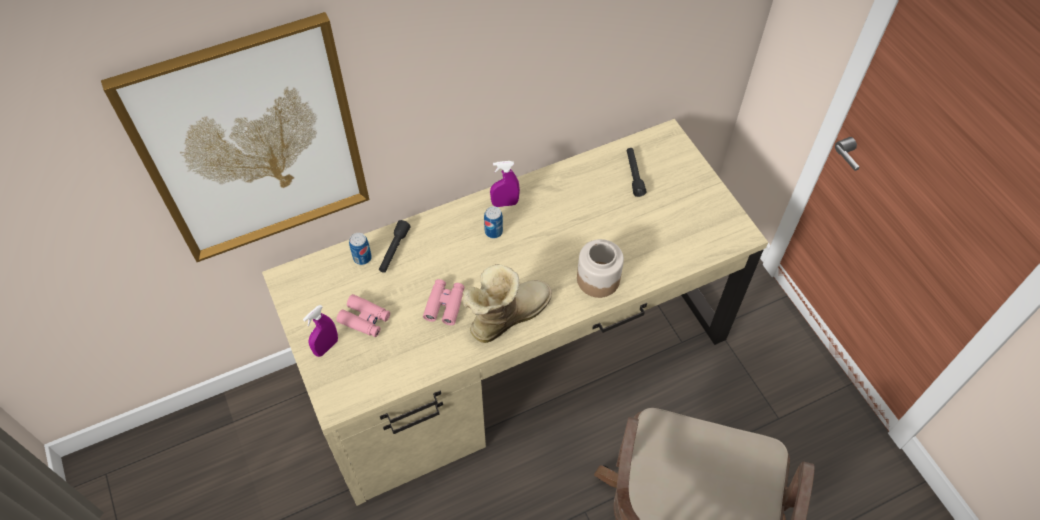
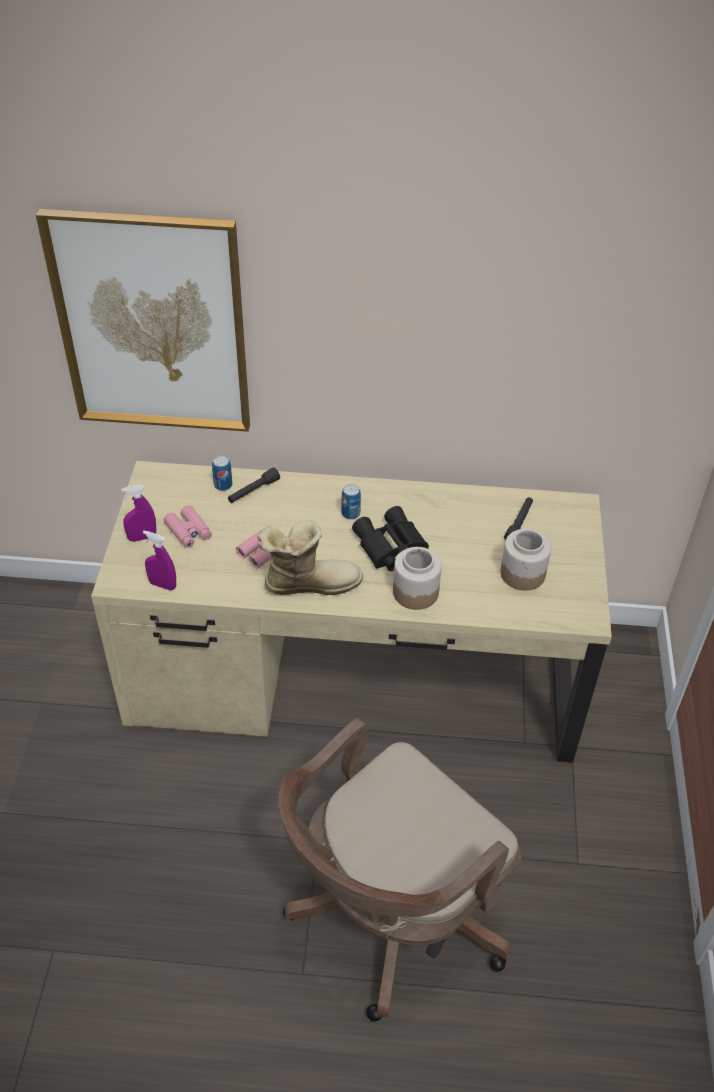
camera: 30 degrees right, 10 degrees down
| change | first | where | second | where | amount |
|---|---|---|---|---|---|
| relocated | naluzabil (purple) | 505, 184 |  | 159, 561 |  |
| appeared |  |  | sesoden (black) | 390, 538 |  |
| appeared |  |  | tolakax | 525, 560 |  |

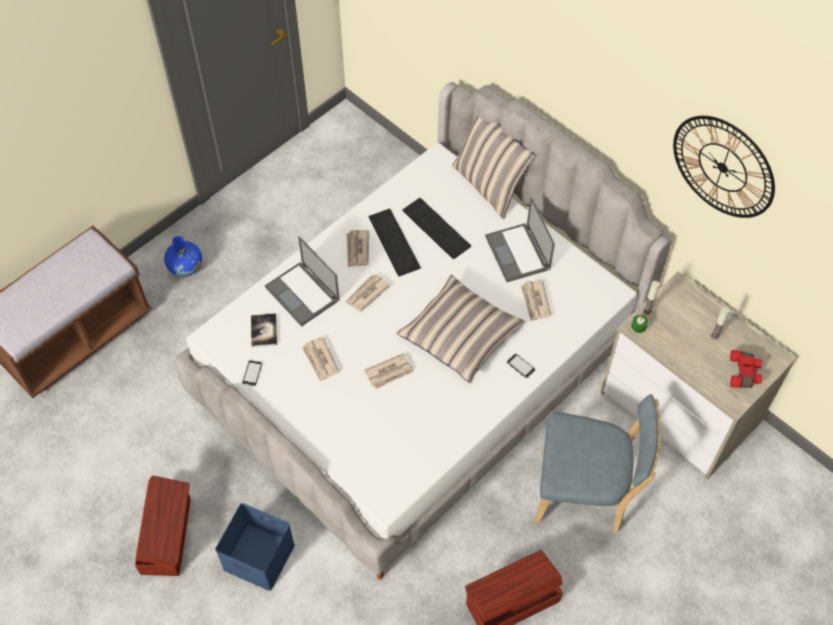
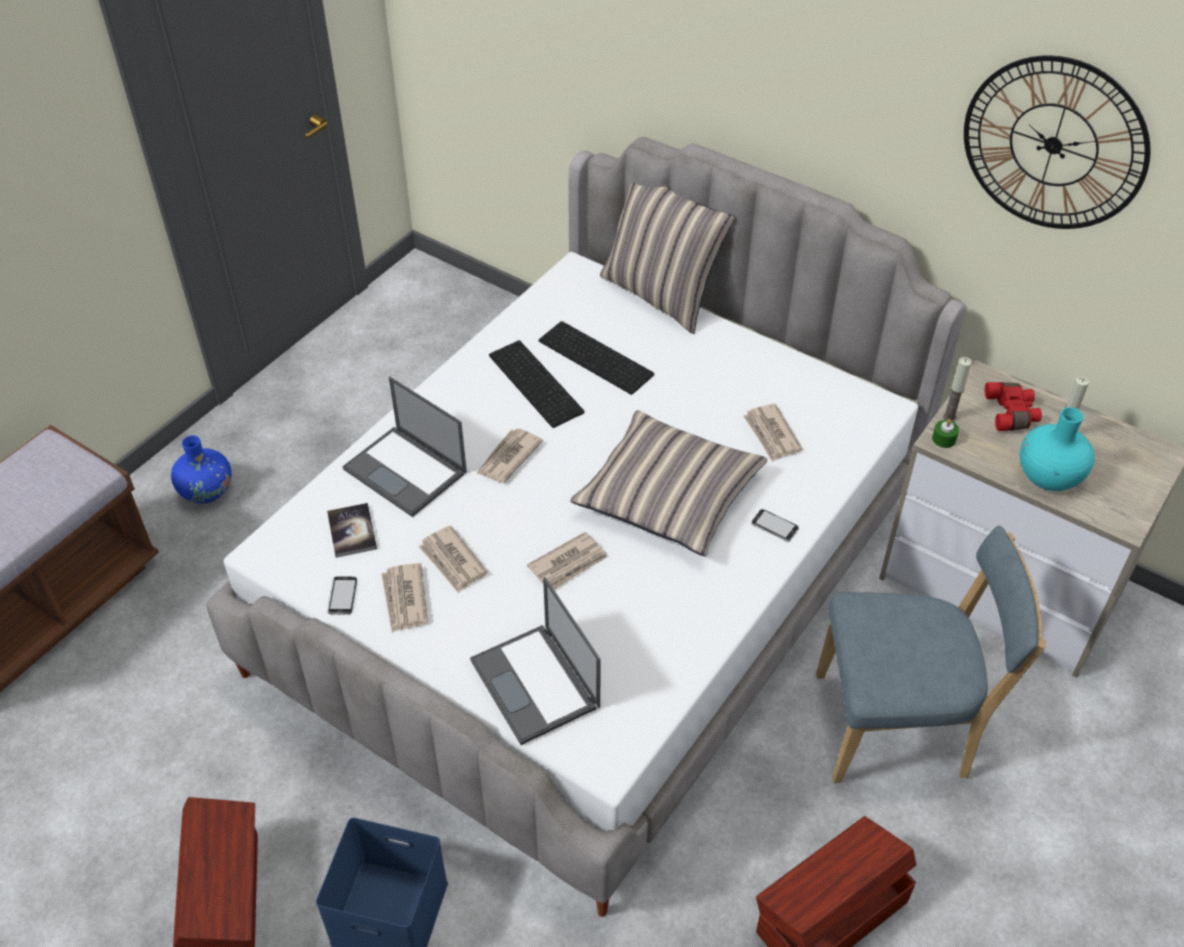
camera: 10 degrees left, 10 degrees down
| change | first | where | second | where | amount |
|---|---|---|---|---|---|
| relocated | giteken | 520, 240 |  | 535, 661 |  |
| relocated | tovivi | 358, 248 |  | 404, 598 |  |
| relocated | sesoden (red) | 746, 369 |  | 1013, 406 |  |
| appeared |  |  | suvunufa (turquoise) | 1057, 449 |  |

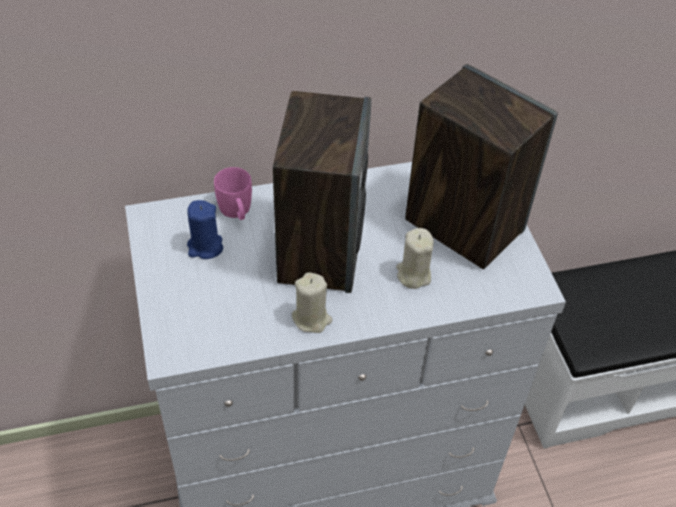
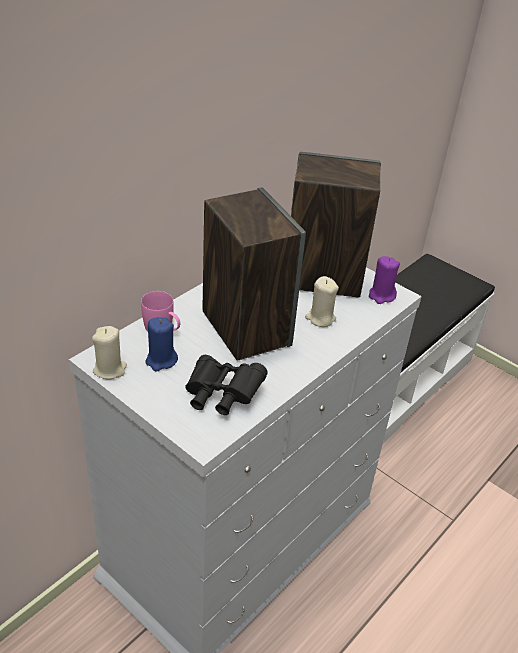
camera: 35 degrees left, 10 degrees down
| change | first | where | second | where | amount |
|---|---|---|---|---|---|
| relocated | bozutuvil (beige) | 312, 302 |  | 109, 352 |  |
| appeared |  |  | bozutuvil (purple) | 384, 280 |  |
| appeared |  |  | sesoden (black) | 226, 385 |  |

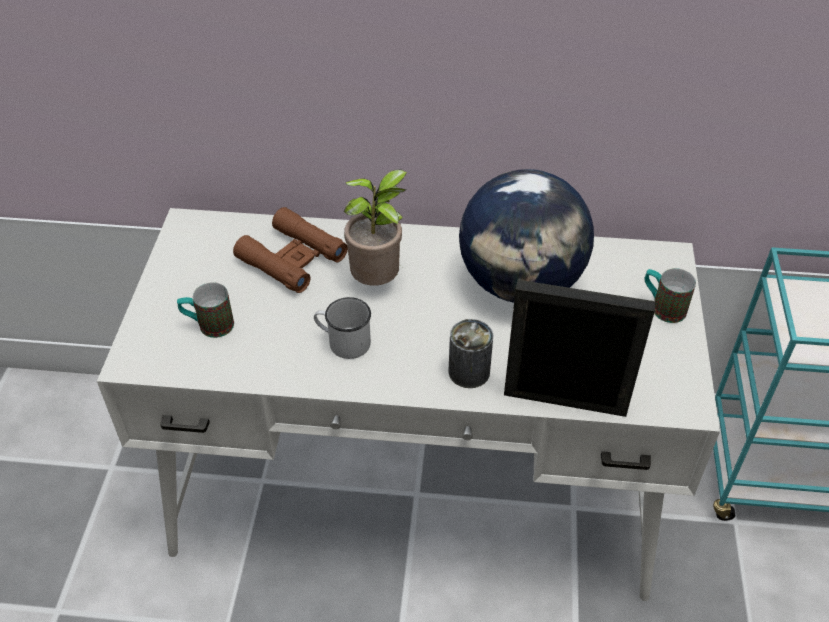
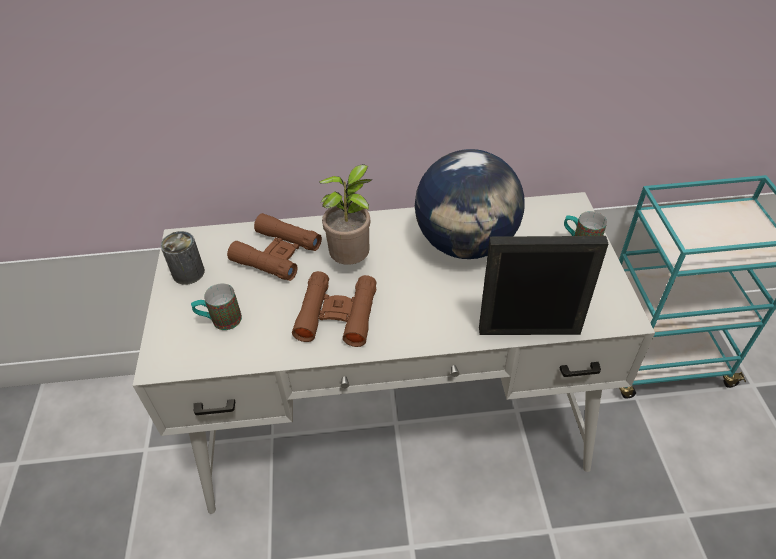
camera: 10 degrees left, 0 degrees up
| change | first | where | second | where | amount |
|---|---|---|---|---|---|
| exchanged | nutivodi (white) | 342, 328 | sesoden (brown) | 334, 309 |  |
| relocated | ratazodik | 470, 353 |  | 183, 258 |  |

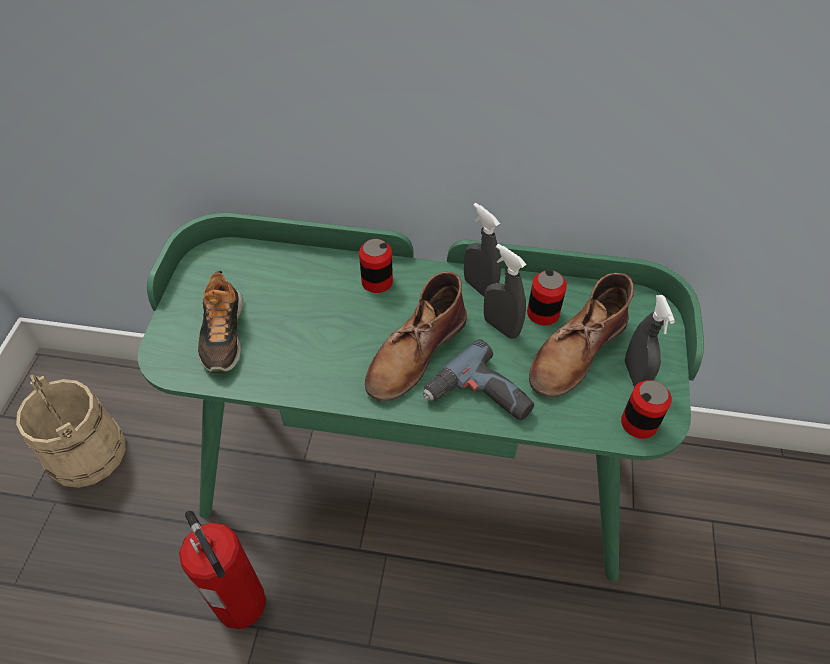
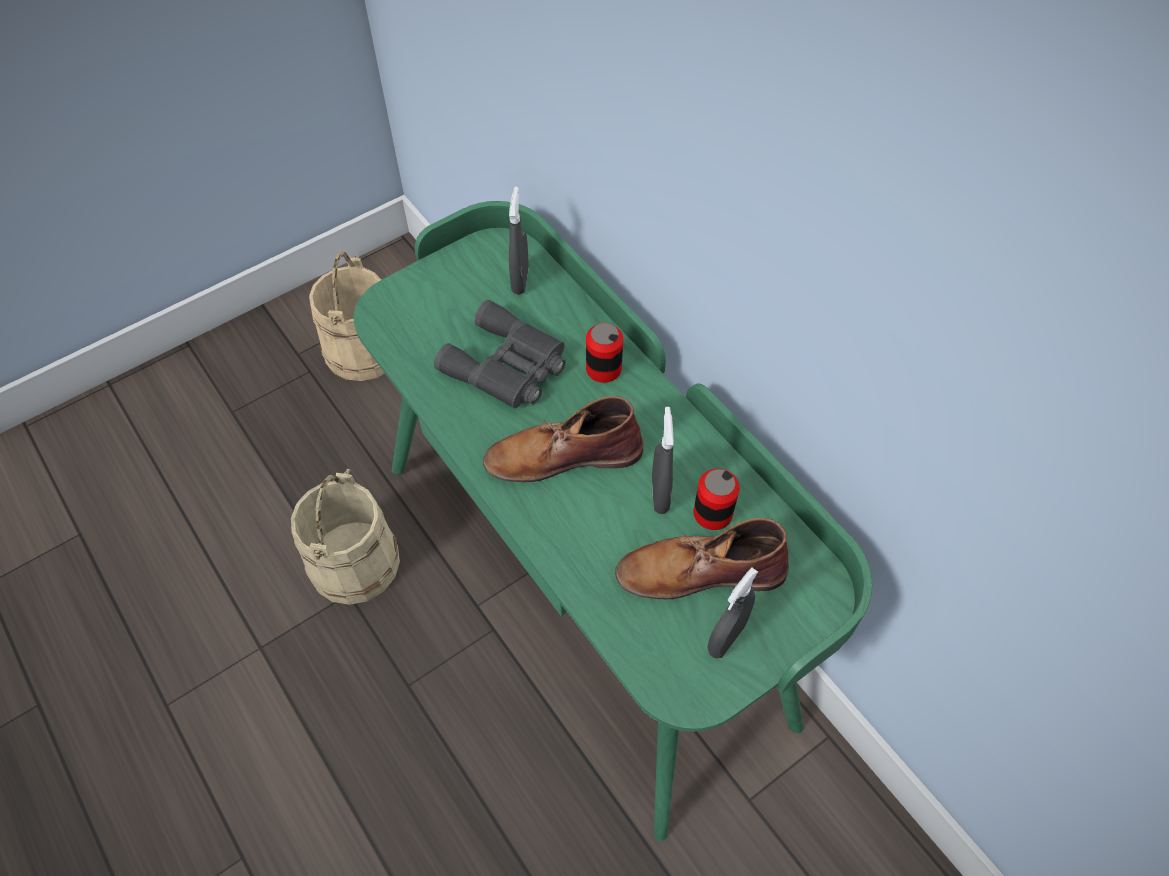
camera: 45 degrees right, 5 degrees up
| change | first | where | second | where | amount |
|---|---|---|---|---|---|
| relocated | naluzabil (grey) | 482, 250 |  | 519, 240 |  |
| missing | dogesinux | 220, 322 |  |  |  |
| missing | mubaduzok | 478, 379 |  |  |  |
| missing | ratazodik | 646, 409 |  |  |  |
| exchanged | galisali | 222, 569 | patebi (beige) | 345, 537 |  |
| appeared |  |  | sesoden (grey) | 500, 354 |  |

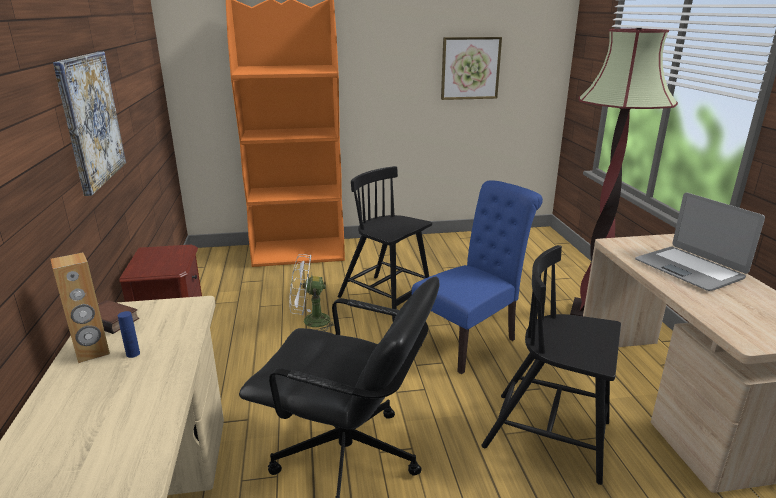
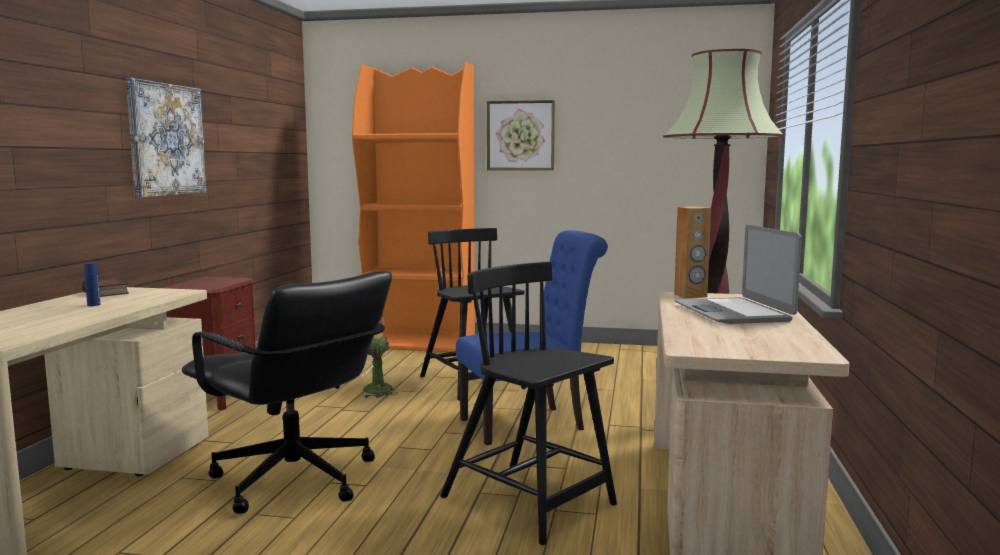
camera: 20 degrees right, 15 degrees down
| change | first | where | second | where | amount |
|---|---|---|---|---|---|
| relocated | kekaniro | 471, 68 |  | 521, 135 |  |
| relocated | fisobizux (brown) | 80, 307 |  | 692, 252 |  |

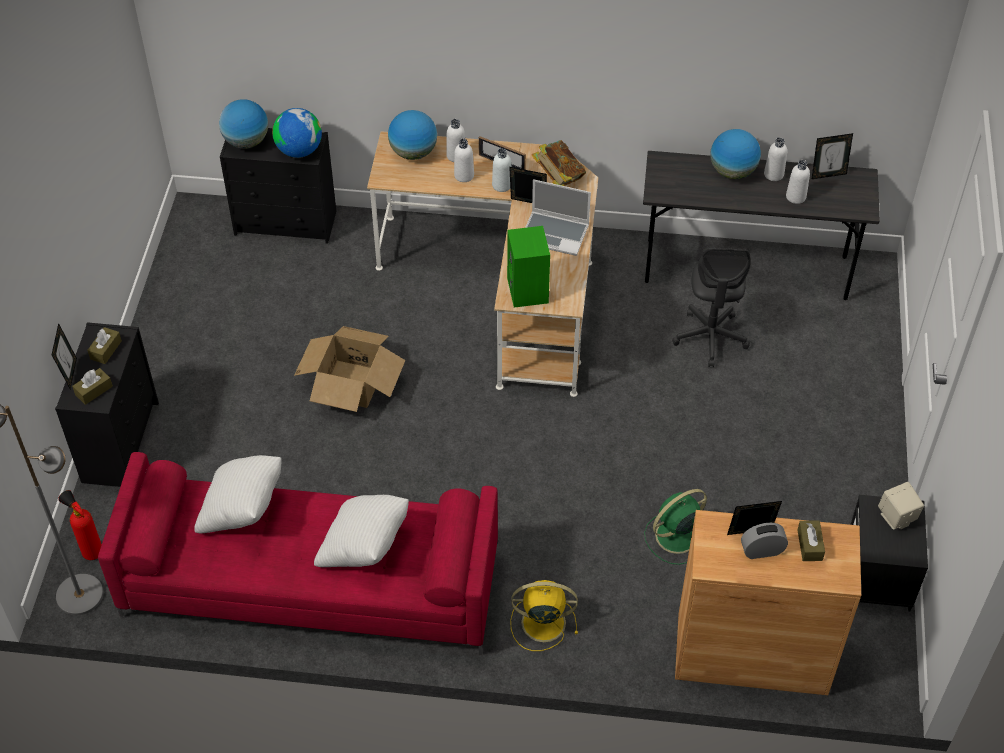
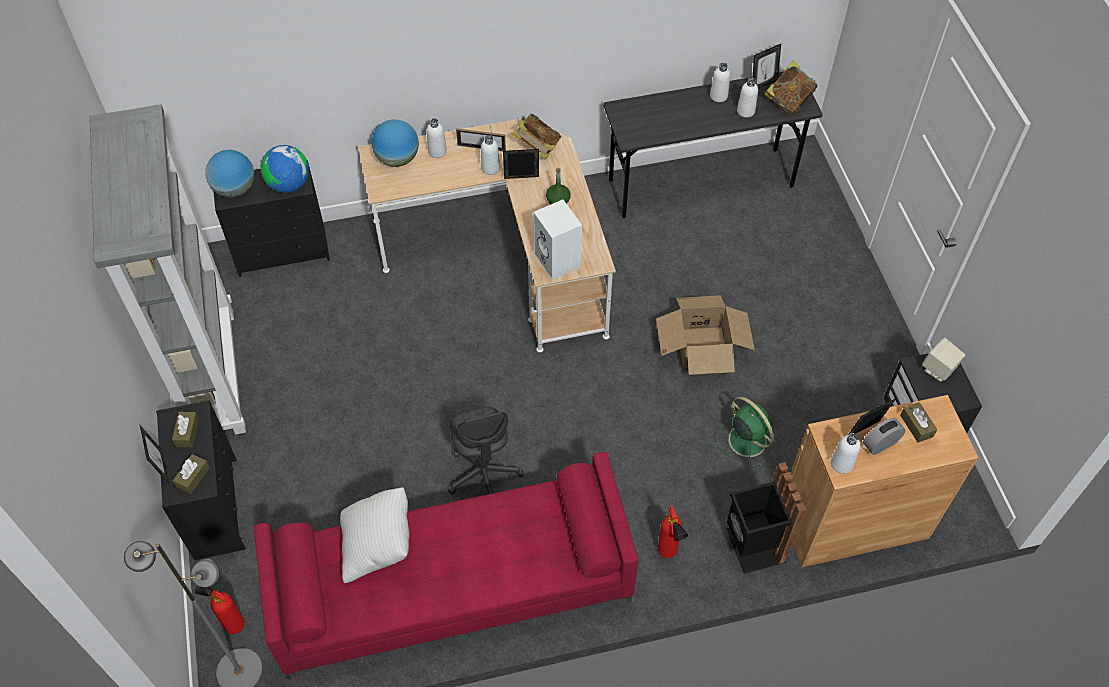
camera: 20 degrees left, 5 degrees up
| change | first | where | second | where | amount |
|---|---|---|---|---|---|
| missing | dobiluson | 735, 154 |  |  |  |
| relocated | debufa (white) | 464, 160 |  | 846, 453 |  |
| exchanged | giteken | 558, 217 | debufa (green) | 558, 186 |  |
| colour | fisobizux (green) | 528, 267 | fisobizux (white) | 557, 239 |  |
| relocated | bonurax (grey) | 711, 307 |  | 486, 451 |  |
| relocated | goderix | 349, 369 |  | 705, 335 |  |
| spun | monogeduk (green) | 675, 527 |  | 746, 431 | 105 degrees clockwise |
| missing | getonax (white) | 361, 531 |  |  |  |
| exchanged | monogeduk (yellow) | 544, 615 | galisali | 673, 531 |  |
| appeared |  |  | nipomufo | 790, 88 |  |
| appeared |  |  | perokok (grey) | 168, 269 |  |
| appeared |  |  | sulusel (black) | 766, 518 |  |

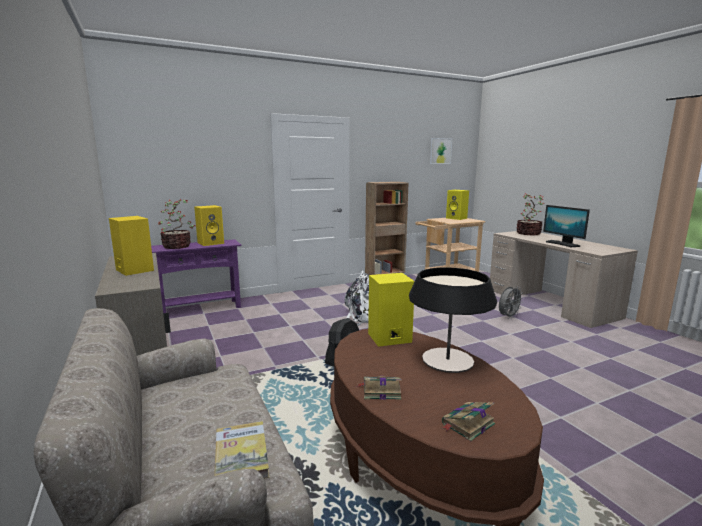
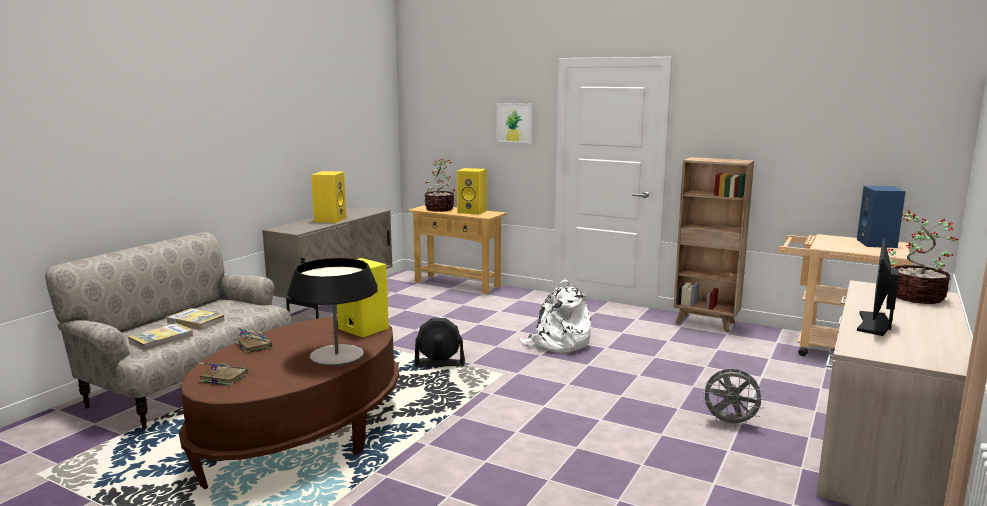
camera: 55 degrees right, 0 degrees up
| change | first | where | second | where | amount |
|---|---|---|---|---|---|
| relocated | kekaniro | 441, 151 |  | 514, 123 |  |
| colour | fisobizux (yellow) | 457, 205 | fisobizux (blue) | 881, 217 |  |
| colour | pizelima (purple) | 196, 276 | pizelima (beige) | 457, 249 |  |
| appeared |  |  | nipomufo | 196, 319 |  |

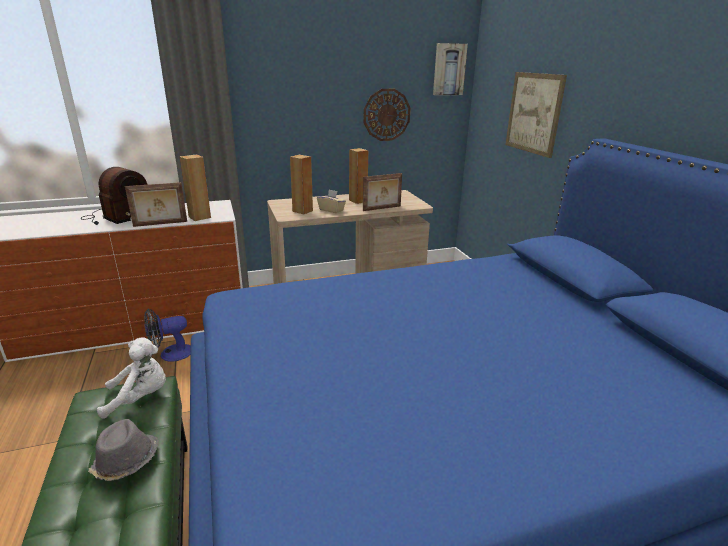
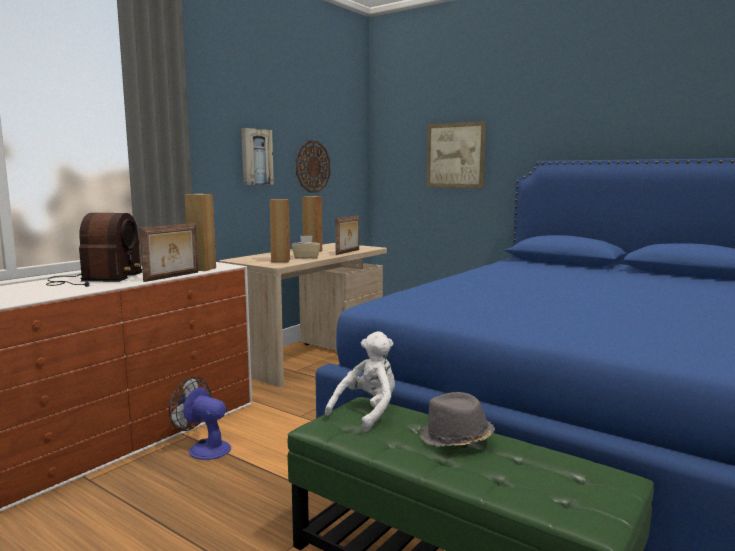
camera: 35 degrees left, 15 degrees down
| change | first | where | second | where | amount |
|---|---|---|---|---|---|
| relocated | kekaniro | 450, 69 |  | 257, 156 |  |
| spun | monogeduk | 167, 335 |  | 200, 418 | 90 degrees clockwise |

